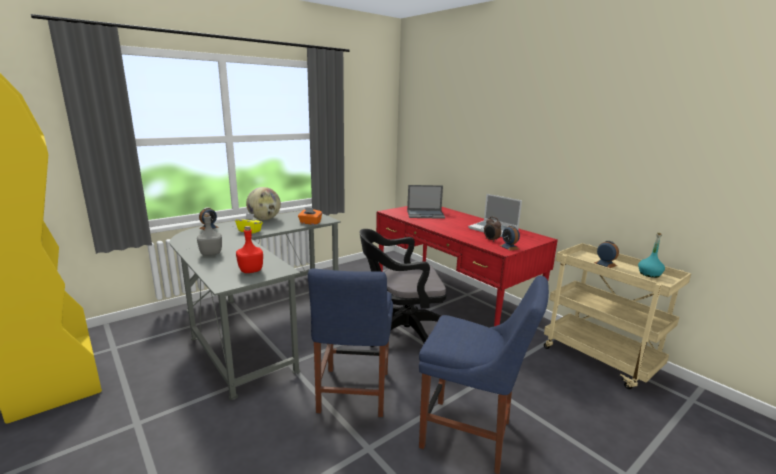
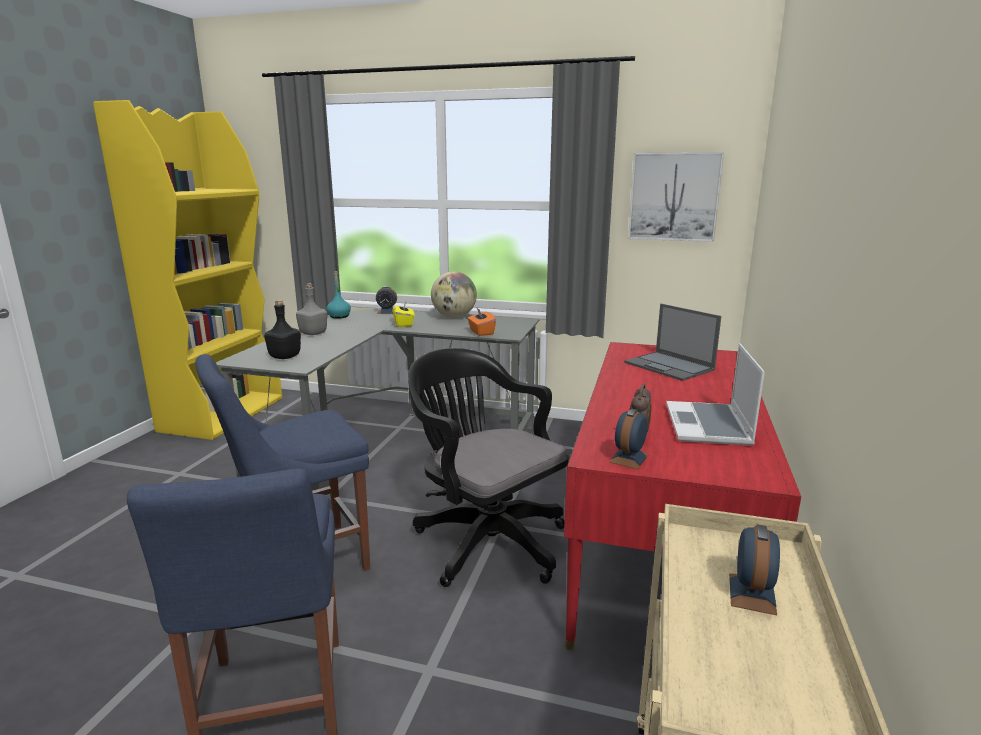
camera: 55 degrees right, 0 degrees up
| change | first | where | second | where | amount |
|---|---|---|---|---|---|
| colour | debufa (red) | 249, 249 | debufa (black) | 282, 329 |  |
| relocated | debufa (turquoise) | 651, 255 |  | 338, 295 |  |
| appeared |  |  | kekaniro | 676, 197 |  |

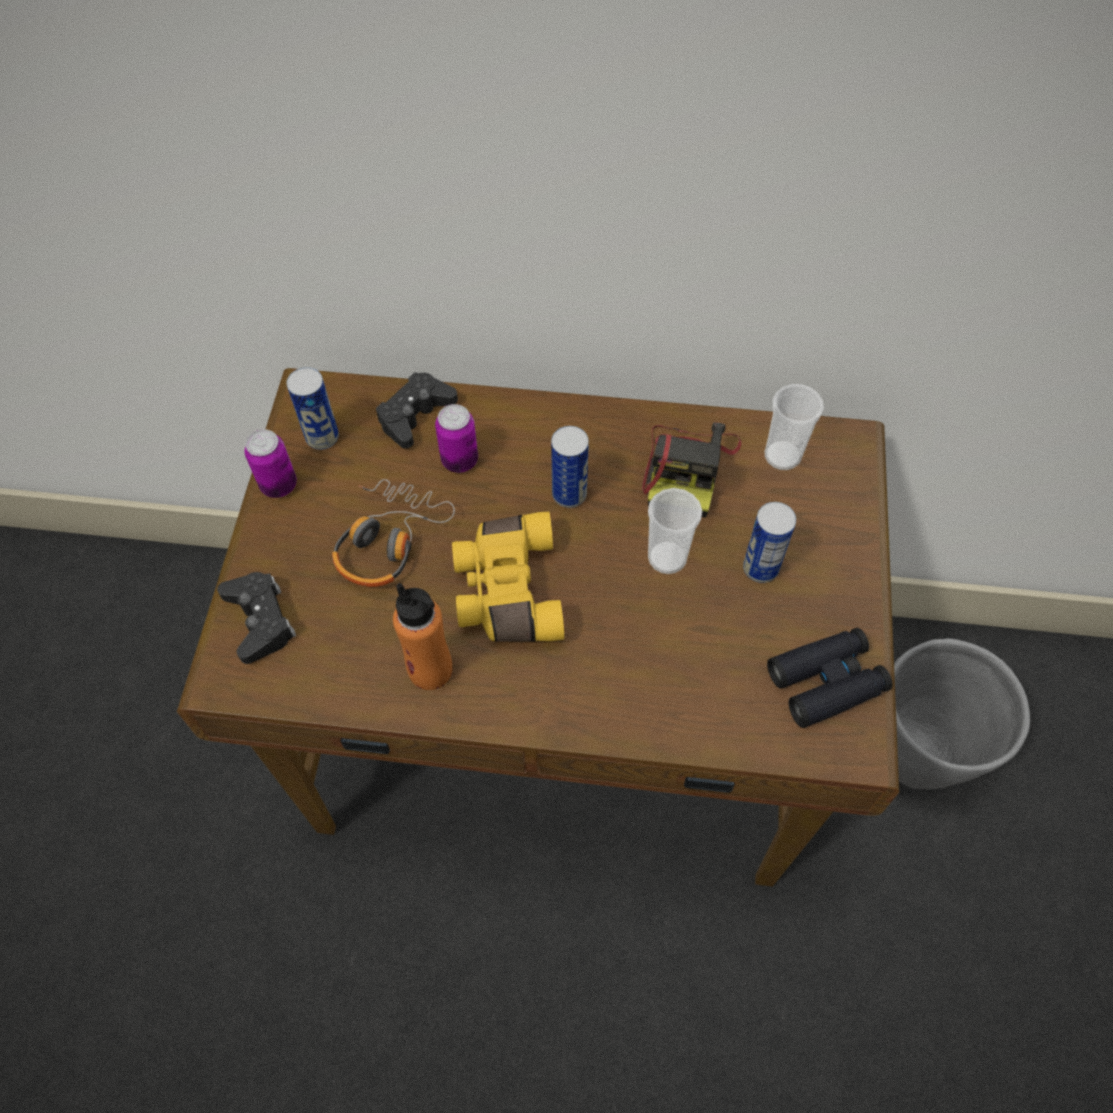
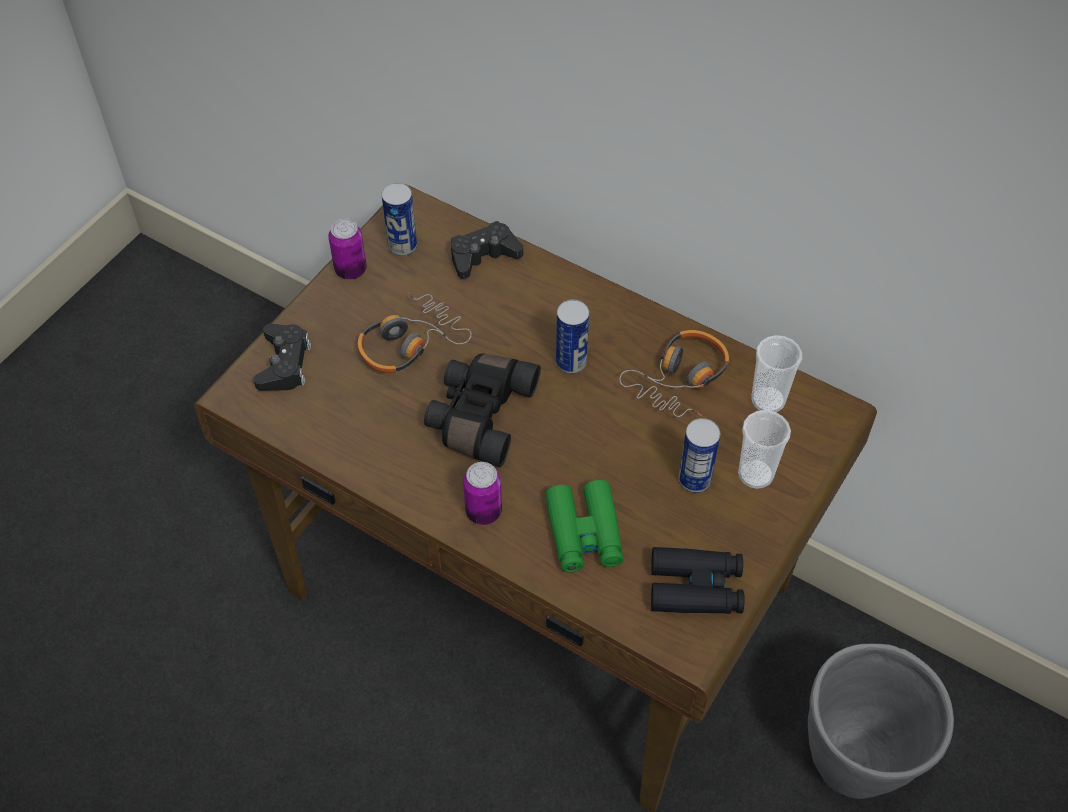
camera: 25 degrees right, 5 degrees down
| change | first | where | second | where | amount |
|---|---|---|---|---|---|
| relocated | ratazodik | 456, 438 |  | 482, 493 |  |
| exchanged | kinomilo | 691, 470 | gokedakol | 674, 373 |  |
| relocated | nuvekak | 675, 531 |  | 764, 449 |  |
| colour | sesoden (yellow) | 508, 577 | sesoden (black) | 482, 410 |  |
| missing | debufa (orange) | 422, 636 |  |  |  |
| appeared |  |  | sesoden (green) | 584, 526 |  |

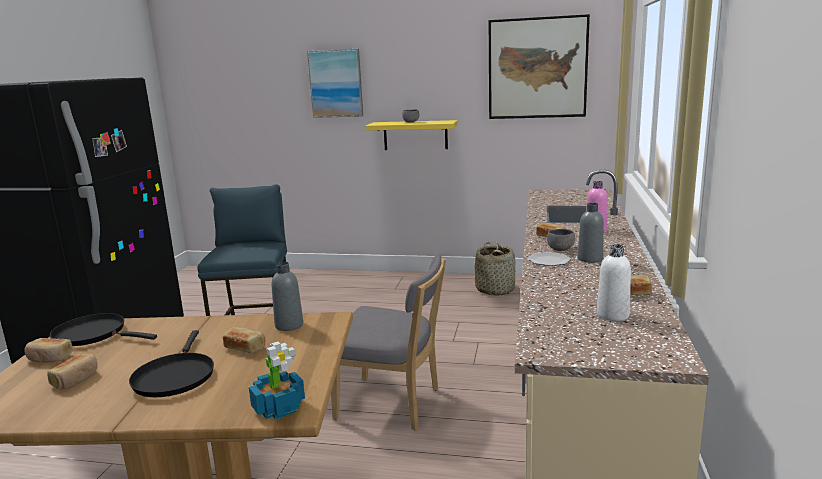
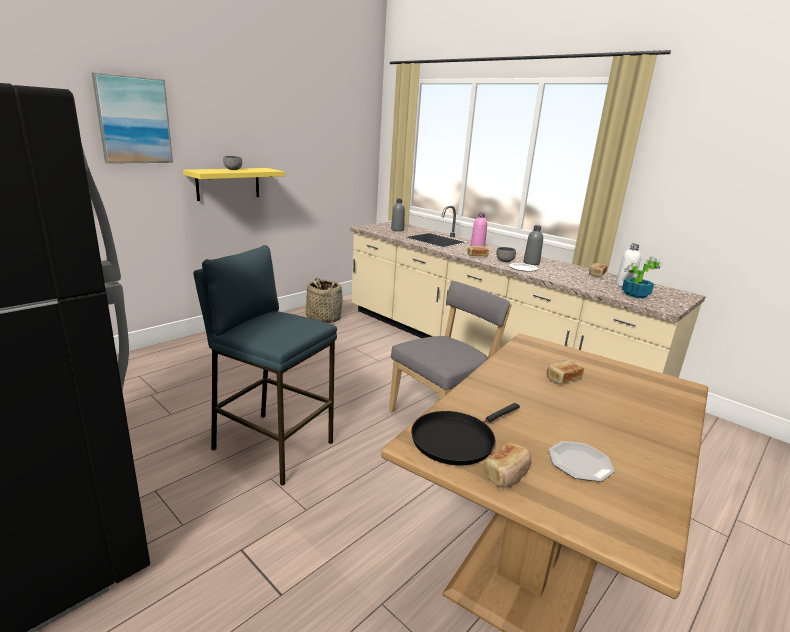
camera: 60 degrees left, 5 degrees up
| change | first | where | second | where | amount |
|---|---|---|---|---|---|
| missing | kekaniro | 539, 66 |  |  |  |
| relocated | debufa (grey) | 287, 296 |  | 398, 215 |  |
| missing | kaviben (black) | 171, 363 |  |  |  |
| relocated | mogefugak | 277, 380 |  | 642, 277 |  |
| exchanged | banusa | 72, 372 | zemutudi | 582, 461 |  |

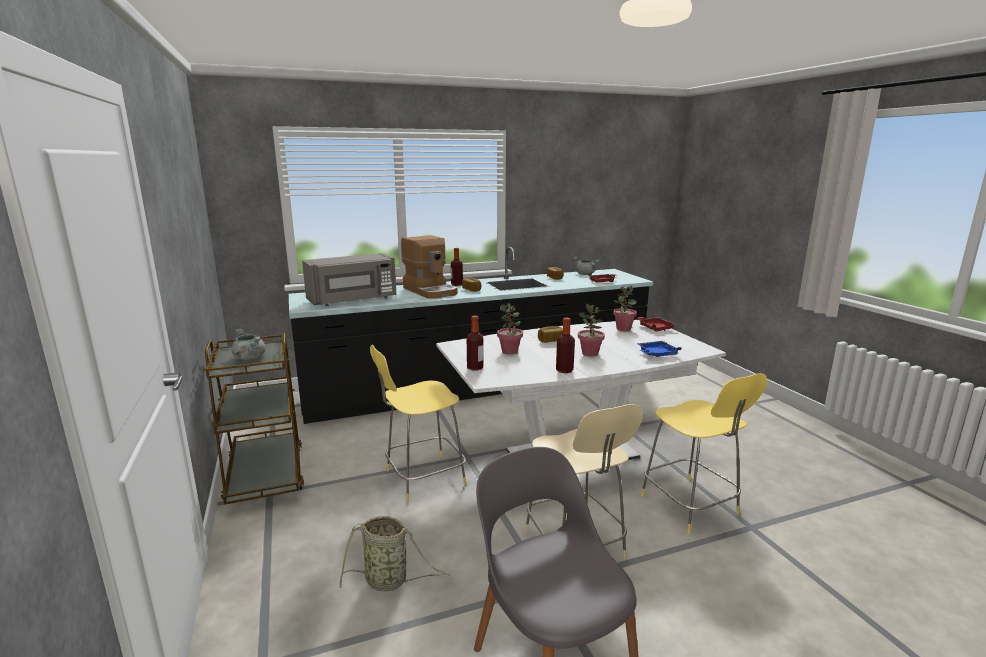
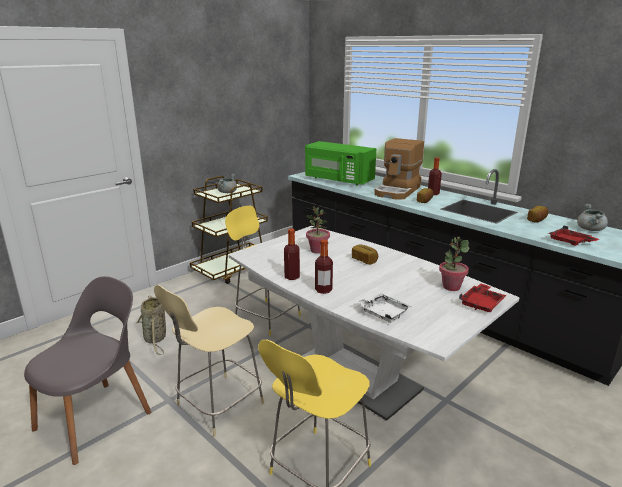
camera: 65 degrees right, 5 degrees up
| change | first | where | second | where | amount |
|---|---|---|---|---|---|
| colour | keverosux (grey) | 349, 279 | keverosux (green) | 340, 163 |  |
| missing | mogefugak | 591, 330 |  |  |  |
| relocated | debufa | 475, 343 |  | 324, 266 |  |
| colour | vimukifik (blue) | 659, 349 | vimukifik (white) | 383, 308 |  |

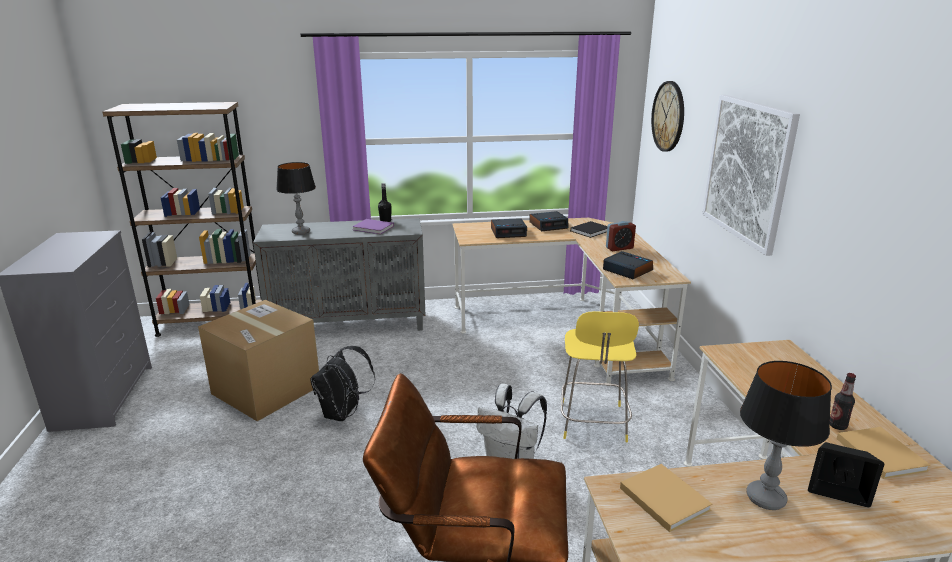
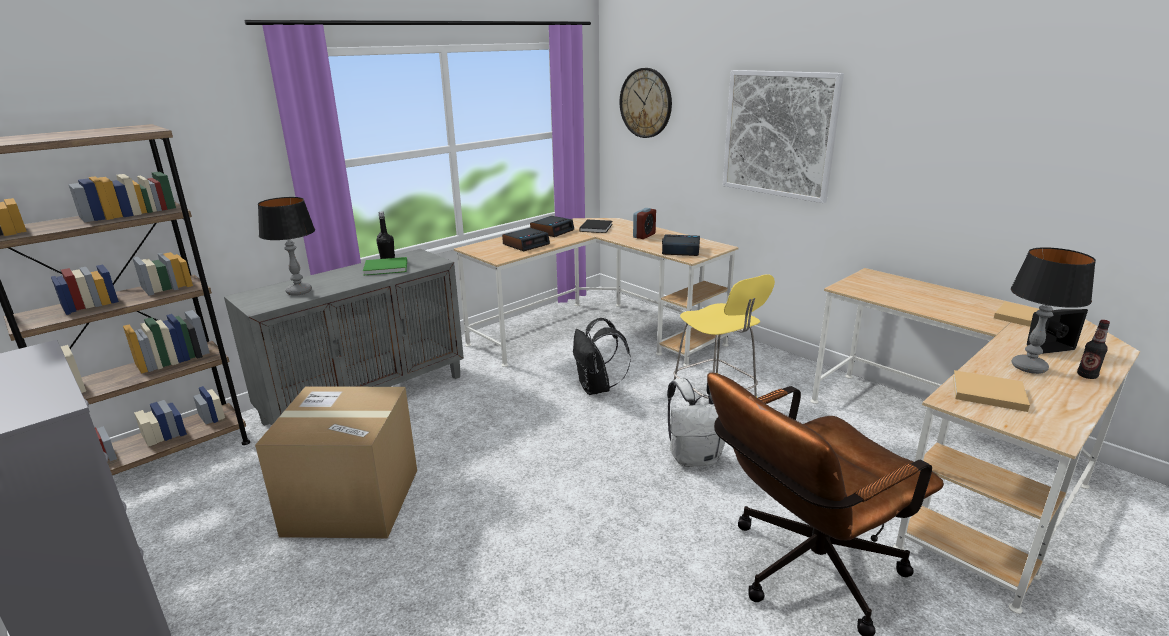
camera: 35 degrees left, 0 degrees up
| change | first | where | second | where | amount |
|---|---|---|---|---|---|
| colour | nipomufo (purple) | 373, 226 | nipomufo (green) | 385, 266 |  |
| relocated | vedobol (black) | 342, 383 |  | 602, 356 |  |
| relocated | debufa | 843, 401 |  | 1093, 349 |  |

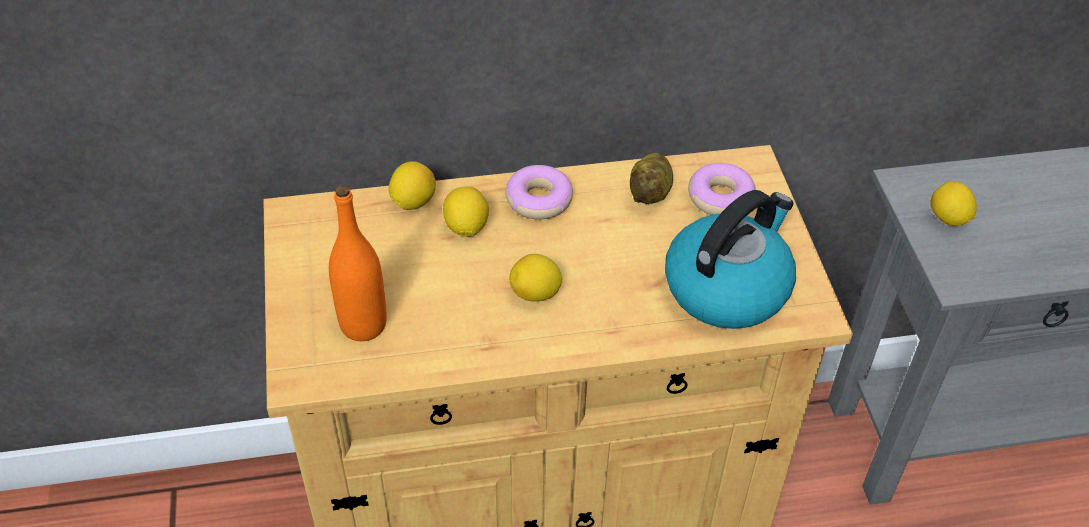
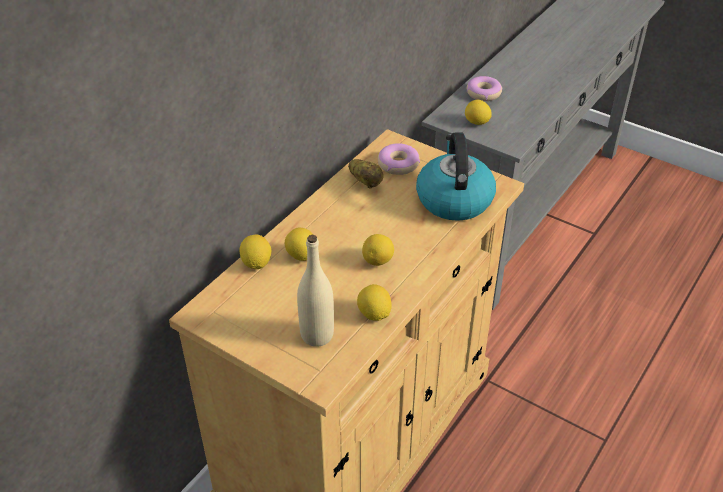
camera: 45 degrees left, 5 degrees down
| change | first | where | second | where | amount |
|---|---|---|---|---|---|
| relocated | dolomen | 539, 192 |  | 484, 88 |  |
| colour | debufa (orange) | 358, 263 | debufa (beige) | 315, 291 |  |
| appeared |  |  | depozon | 374, 302 |  |

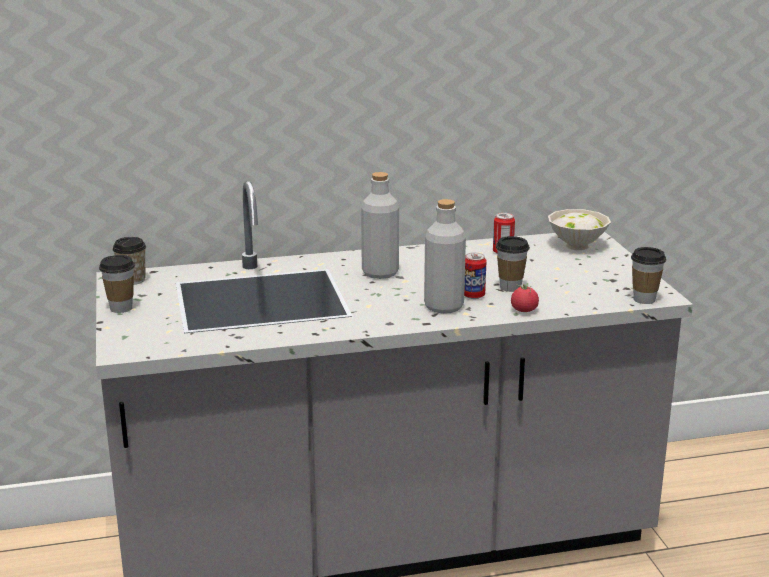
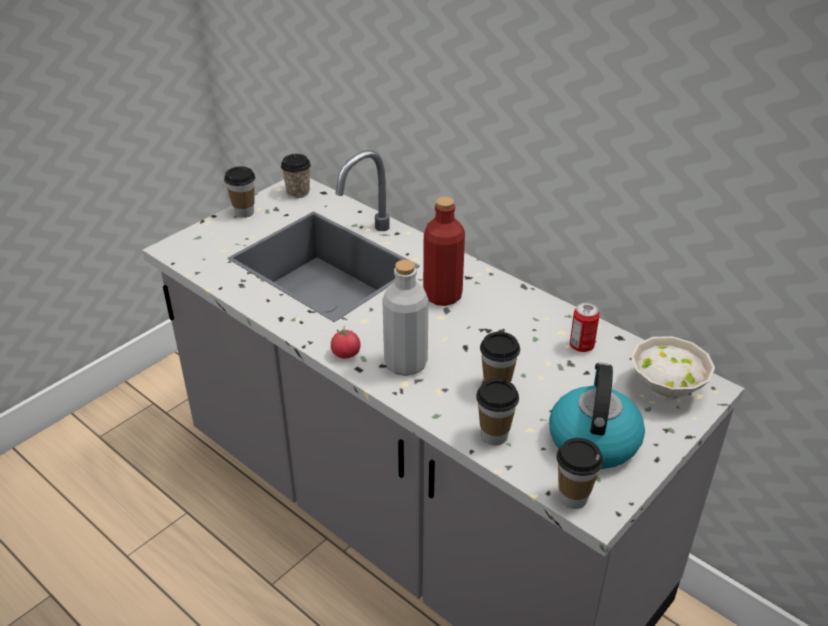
camera: 55 degrees right, 15 degrees up
| change | first | where | second | where | amount |
|---|---|---|---|---|---|
| colour | debufa (grey) | 380, 225 | debufa (red) | 444, 251 |  |
| missing | ratazodik | 475, 276 |  |  |  |
| relocated | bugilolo | 525, 297 |  | 345, 342 |  |
| appeared |  |  | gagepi | 597, 416 |  |
| appeared |  |  | nuvekak | 497, 411 |  |

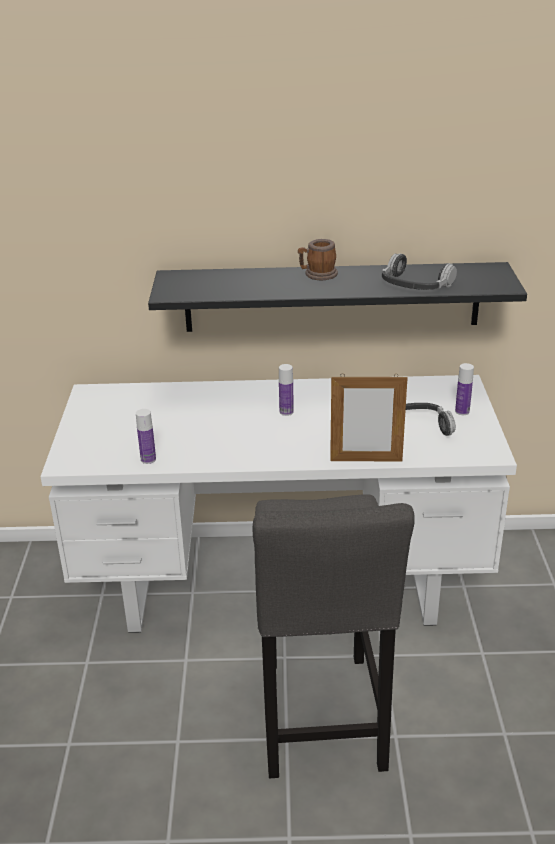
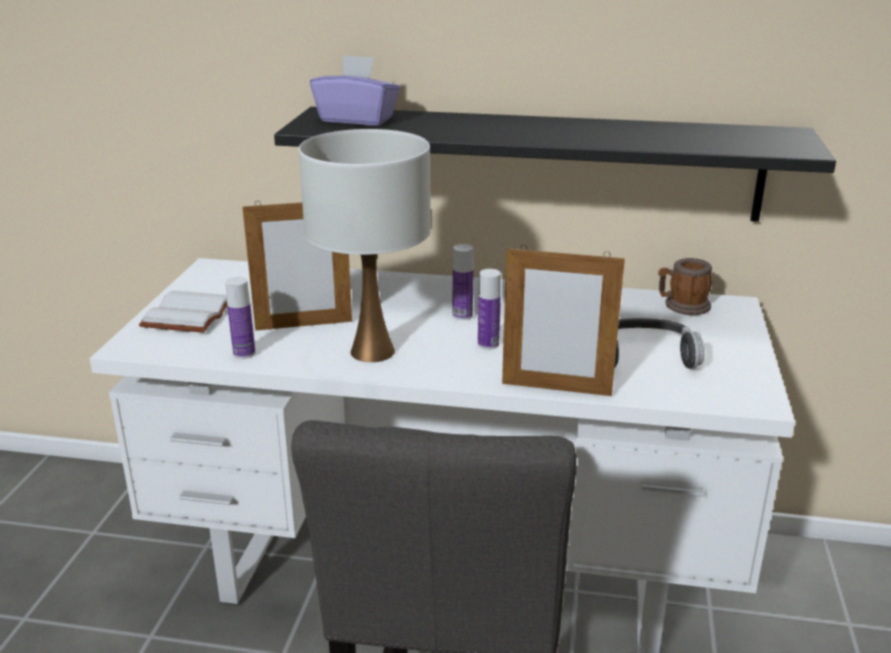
camera: 10 degrees right, 5 degrees down
| change | first | where | second | where | amount |
|---|---|---|---|---|---|
| relocated | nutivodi | 318, 259 |  | 685, 286 |  |
| missing | gokedakol | 419, 272 |  |  |  |
| relocated | debufa | 464, 389 |  | 489, 309 |  |
| appeared |  |  | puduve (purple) | 355, 90 |  |
| appeared |  |  | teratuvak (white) | 364, 245 |  |
| appeared |  |  | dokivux | 297, 266 |  |
| appeared |  |  | nipomufo (white) | 183, 311 |  |

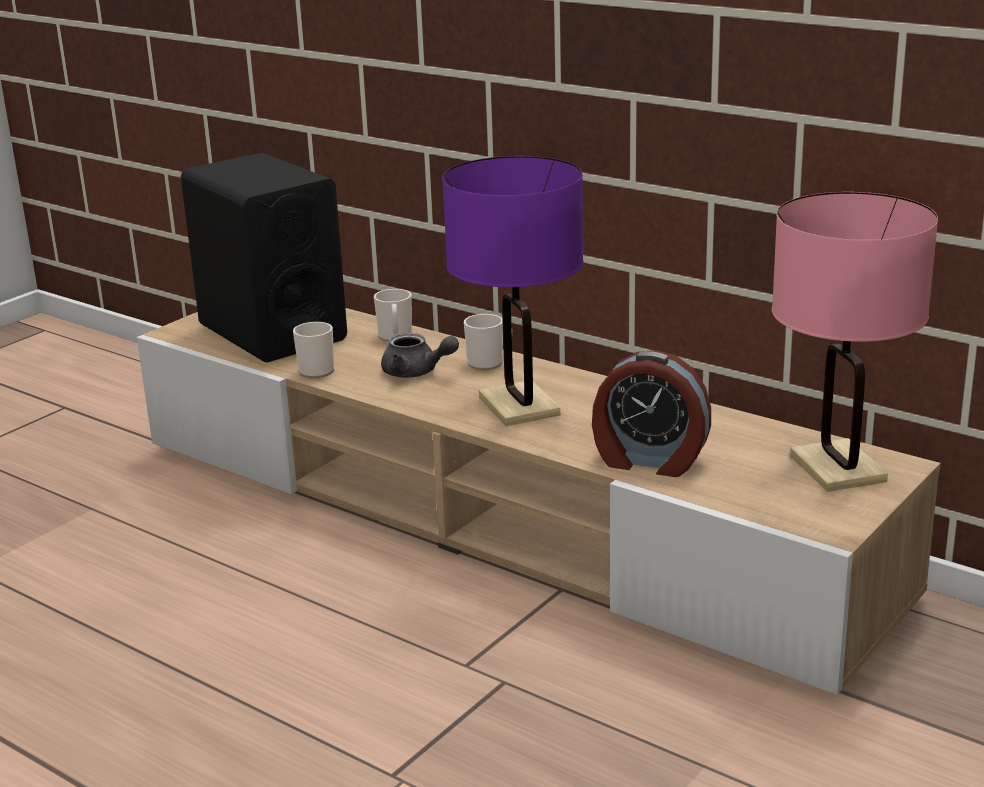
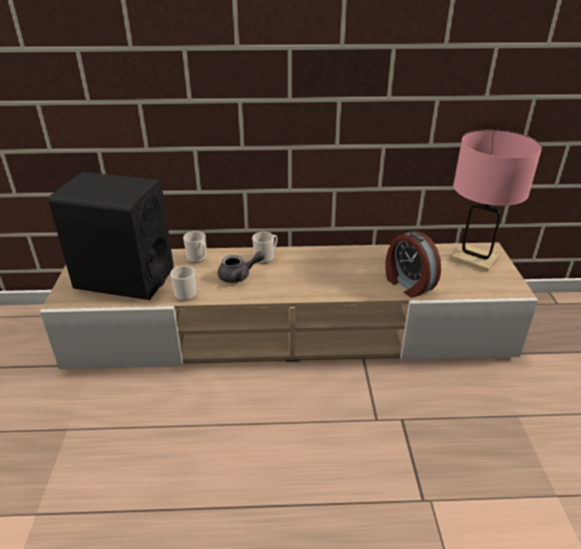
camera: 40 degrees left, 10 degrees up
| change | first | where | second | where | amount |
|---|---|---|---|---|---|
| missing | teratuvak (purple) | 513, 291 |  |  |  |
| spun | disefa | 651, 413 |  | 413, 264 | 75 degrees clockwise |

